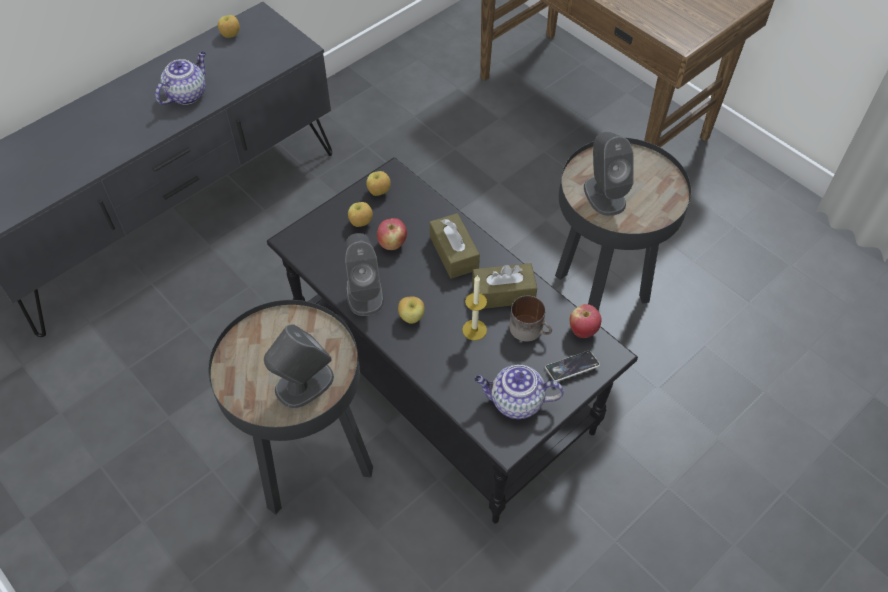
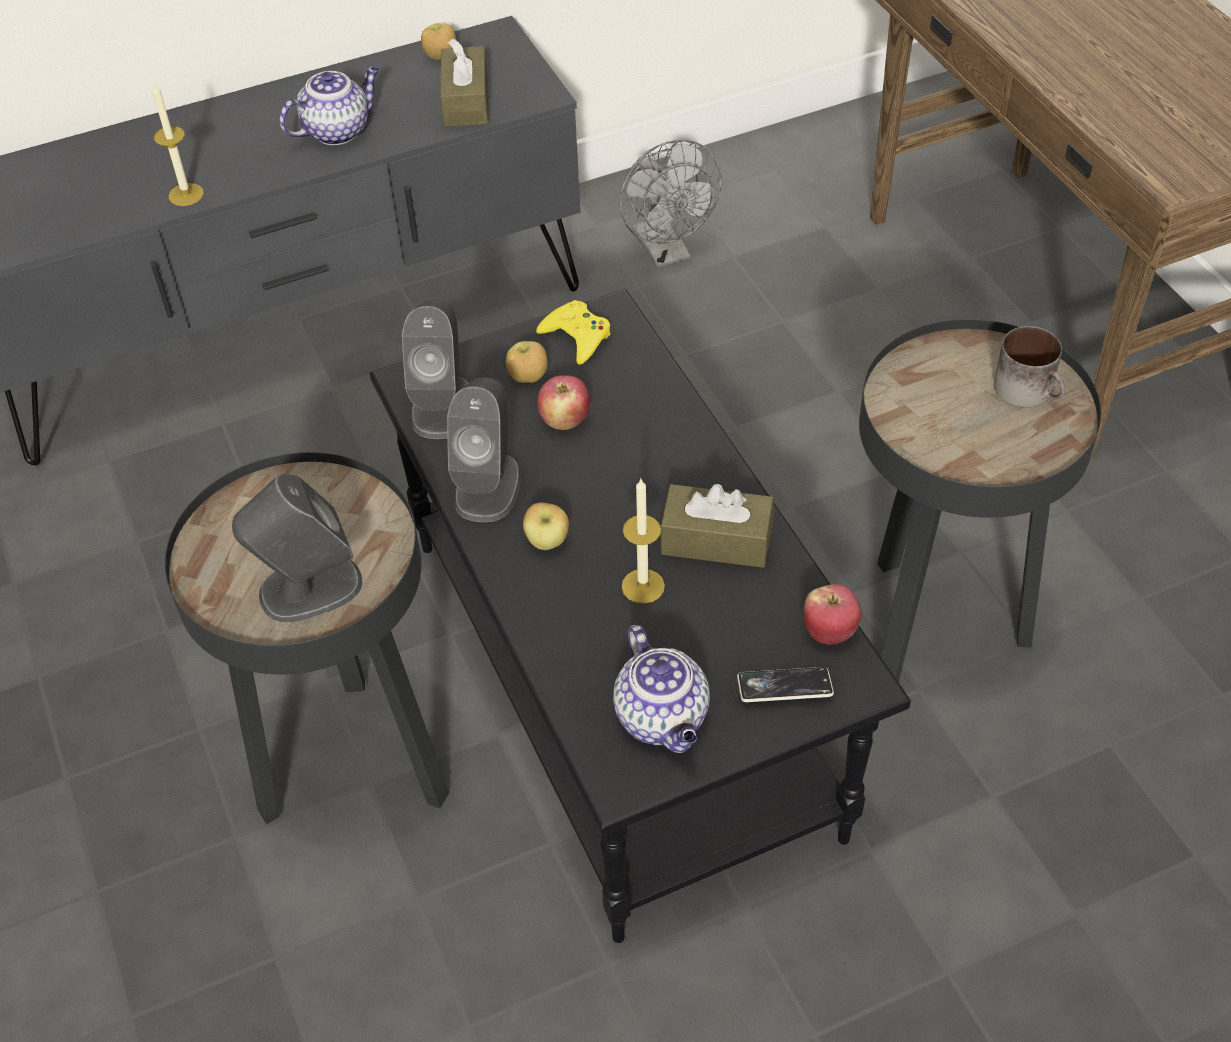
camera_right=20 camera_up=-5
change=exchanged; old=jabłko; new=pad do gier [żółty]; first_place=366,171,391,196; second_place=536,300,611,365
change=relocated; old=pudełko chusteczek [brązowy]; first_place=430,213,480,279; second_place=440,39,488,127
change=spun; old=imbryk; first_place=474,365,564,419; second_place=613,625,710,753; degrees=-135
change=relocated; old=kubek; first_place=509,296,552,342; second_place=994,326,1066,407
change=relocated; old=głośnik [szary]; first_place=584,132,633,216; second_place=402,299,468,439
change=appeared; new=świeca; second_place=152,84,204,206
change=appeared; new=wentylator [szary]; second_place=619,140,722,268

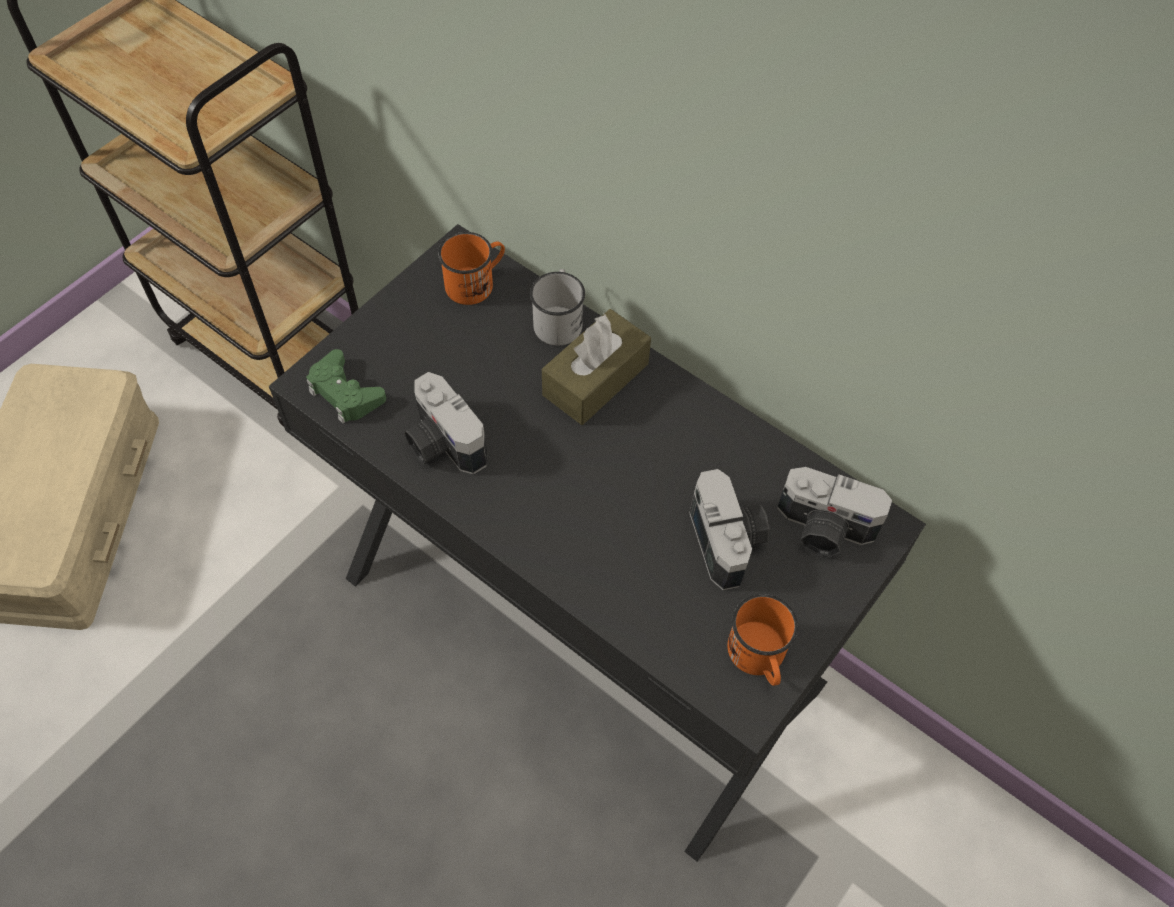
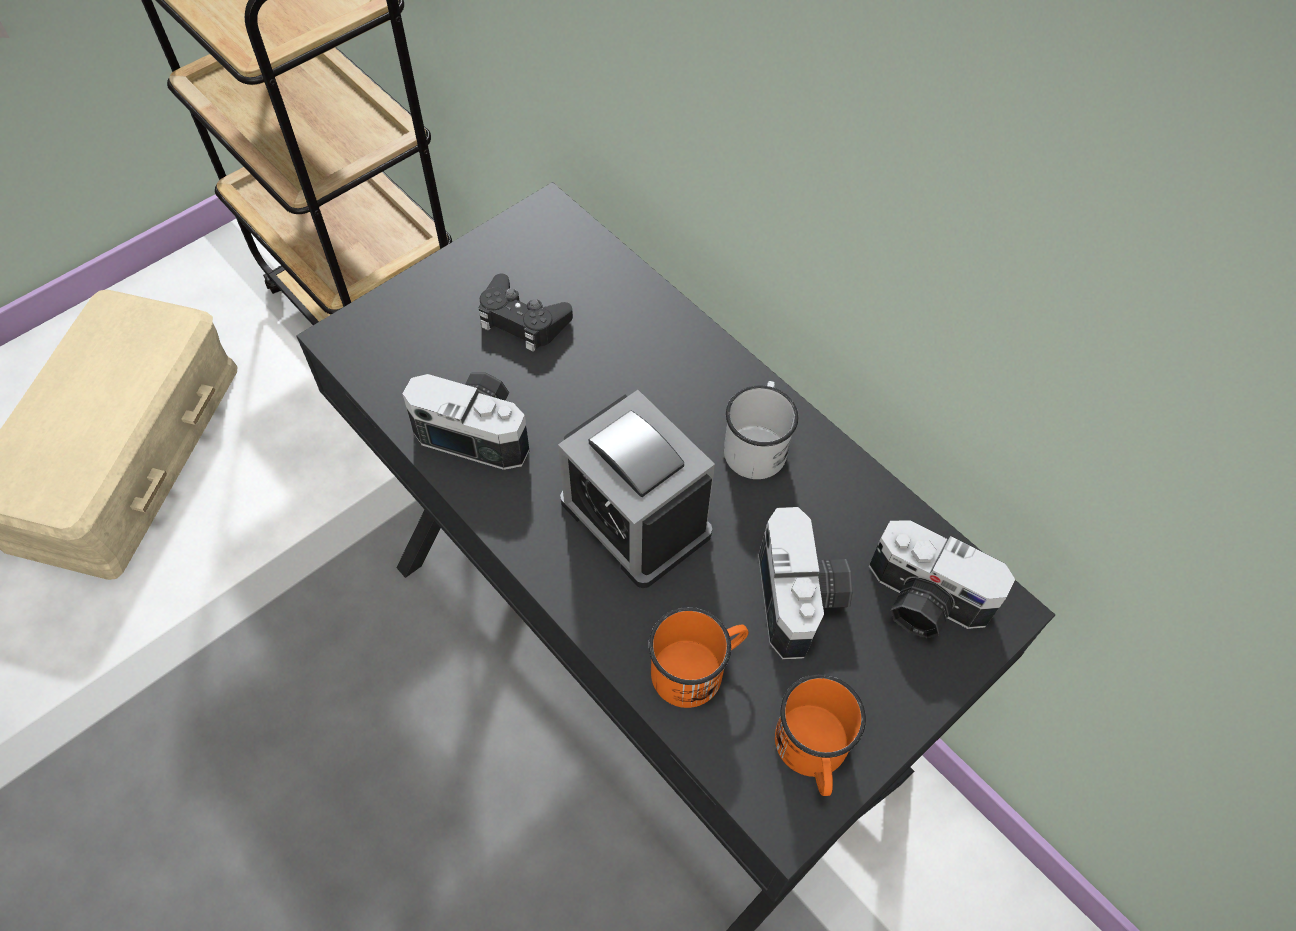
camera_right=10 camera_up=0
change=missing; old=pad do gier [zielony]; first_place=306,349,386,423
change=spun; old=aparat fotograficzny; first_place=404,372,488,474; second_place=402,372,529,470; degrees=135
change=relocated; old=kubek [pomarańczowy]; first_place=438,232,505,305; second_place=649,607,749,708
change=relocated; old=kubek [biały]; first_place=530,269,585,346; second_place=724,381,798,479
change=missing; old=pudełko chusteczek [brązowy]; first_place=542,309,651,425
change=appeared; new=pad do gier [czarny]; second_place=478,274,573,352
change=appeared; new=budzik; second_place=558,390,715,588

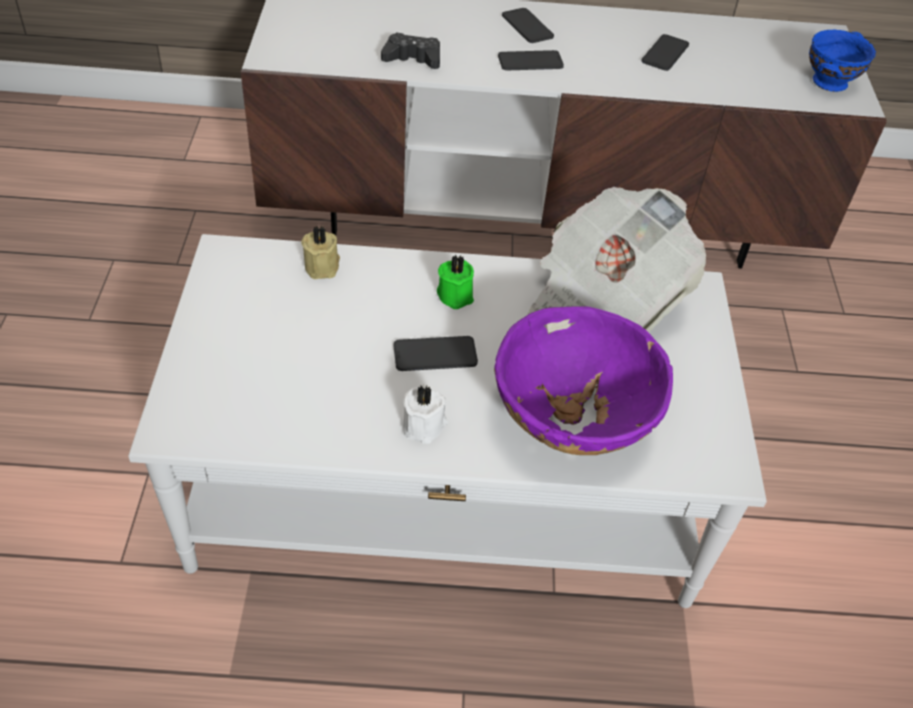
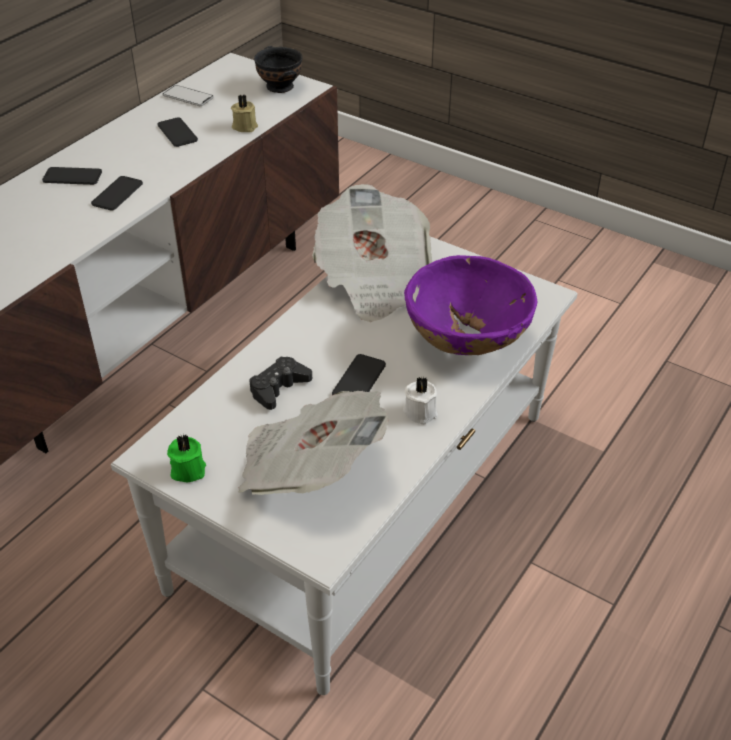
camera_right=-55 camera_up=-5
change=relocated; old=świeca [beżowy]; first_place=301,226,340,279; second_place=231,95,258,132
change=relocated; old=pad do gier [czarny]; first_place=381,33,440,69; second_place=249,357,312,410
change=relocated; old=świeca [zielony]; first_place=437,255,474,309; second_place=167,434,206,482
change=colour; old=miska [niebieski]; new=miska [czarny]; first_place=809,30,876,92; second_place=254,46,303,93
change=appeared; new=telefon; second_place=162,85,214,106
change=appeared; new=gazeta; second_place=238,391,389,495

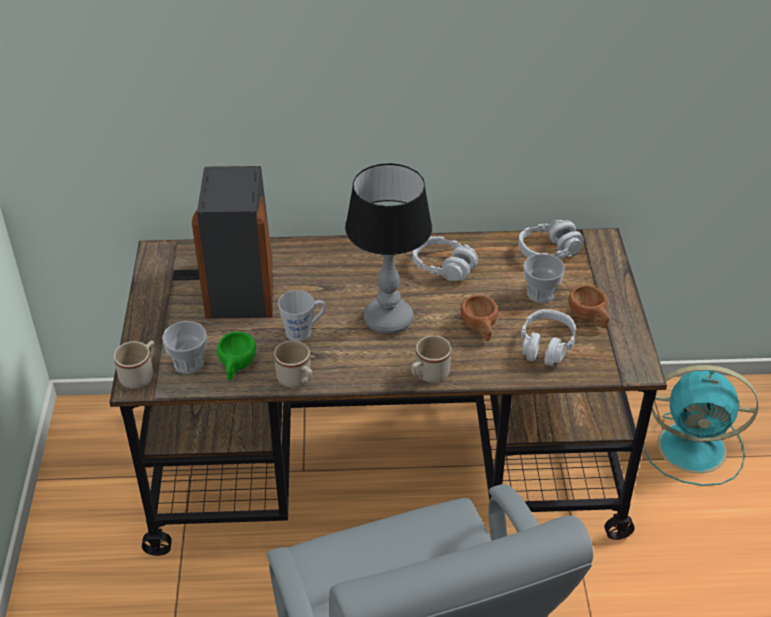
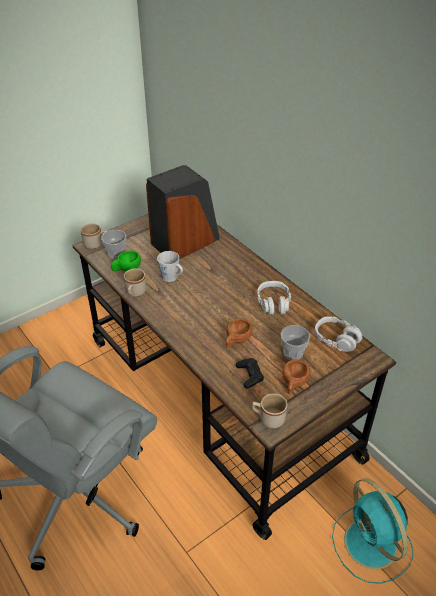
camera_right=55 camera_up=0
change=missing; old=lampa stołowa; first_place=345,163,432,334
change=relocated; old=kubek [beżowy]; first_place=411,335,451,383; second_place=252,394,288,428
change=exchanged; old=słuchawki [szary]; new=pad do gier [czarny]; first_place=521,309,576,366; second_place=236,358,264,388

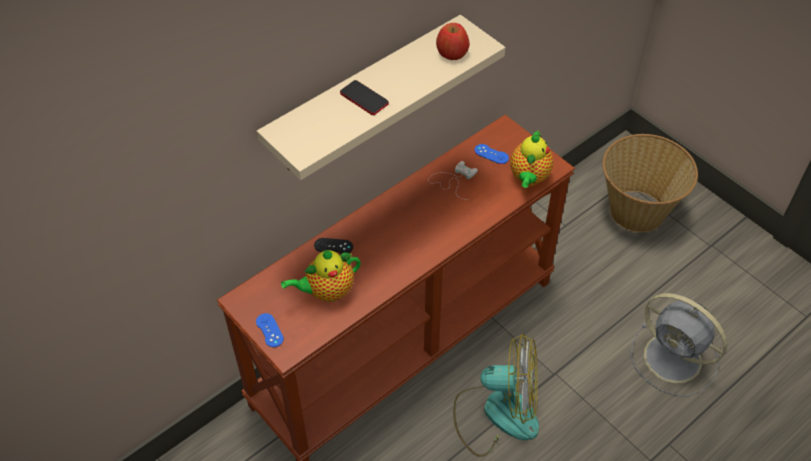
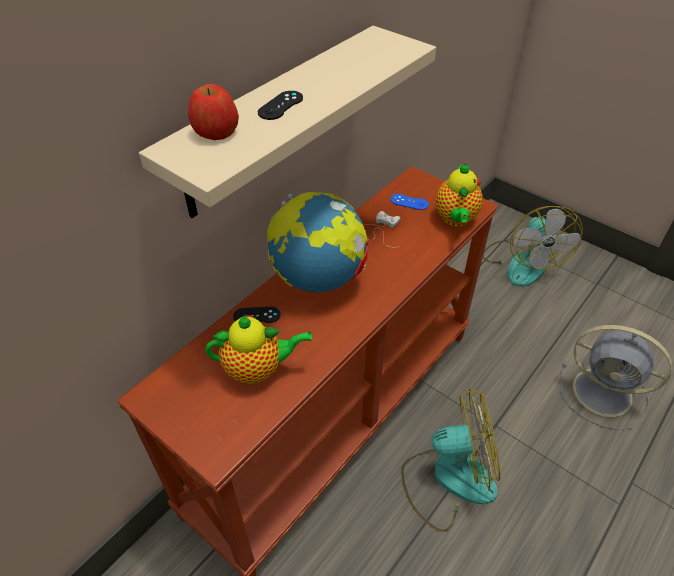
camera_right=-10 camera_up=-5
change=missing; old=pad do gier [niebieski]; first_place=256,313,284,347
change=spun; old=imbryk; first_place=281,250,361,302; second_place=205,315,312,384; degrees=-150
change=exchanged; old=telefon; new=pad do gier [czarny]; first_place=340,80,389,115; second_place=258,91,303,120
change=relocated; old=jabłko; first_place=436,23,470,60; second_place=188,84,239,140
change=exchanged; old=koszyk; new=wentylator; first_place=602,134,698,232; second_place=483,206,582,287
change=appeared; new=globus; second_place=267,192,368,292

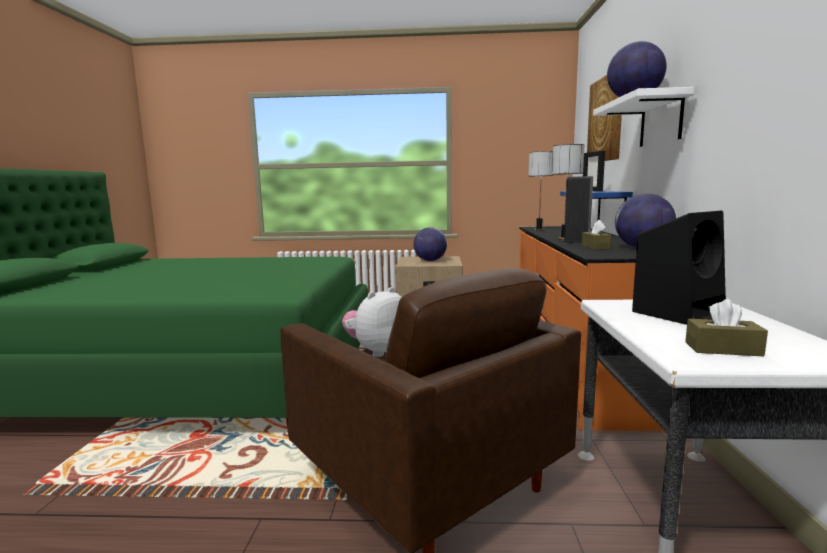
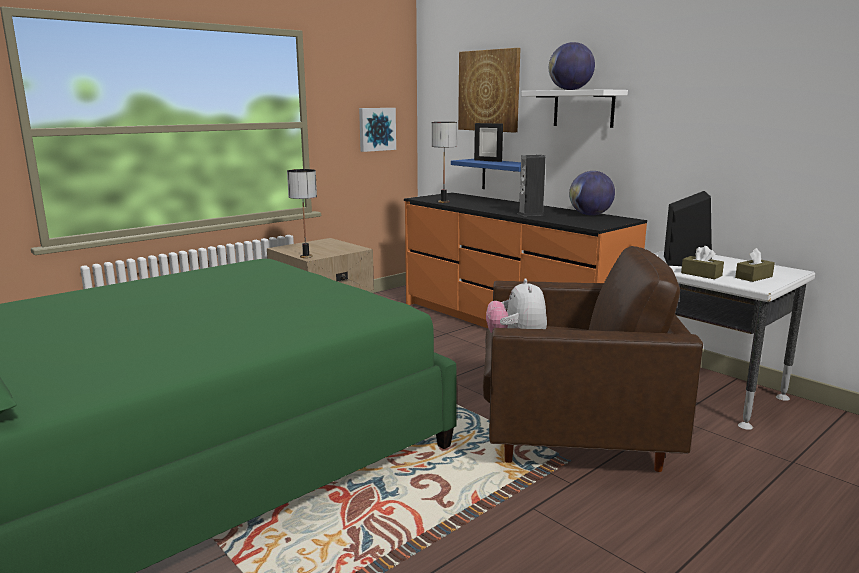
camera_right=-45 camera_up=5
change=missing; old=globus; first_place=413,227,447,261
change=relocated; old=lampa stołowa; first_place=552,144,584,240; second_place=287,169,317,258
change=relocated; old=pudełko chusteczek [brązowy]; first_place=582,220,612,250; second_place=681,246,724,279
change=appeared; new=obraz; second_place=359,108,396,152

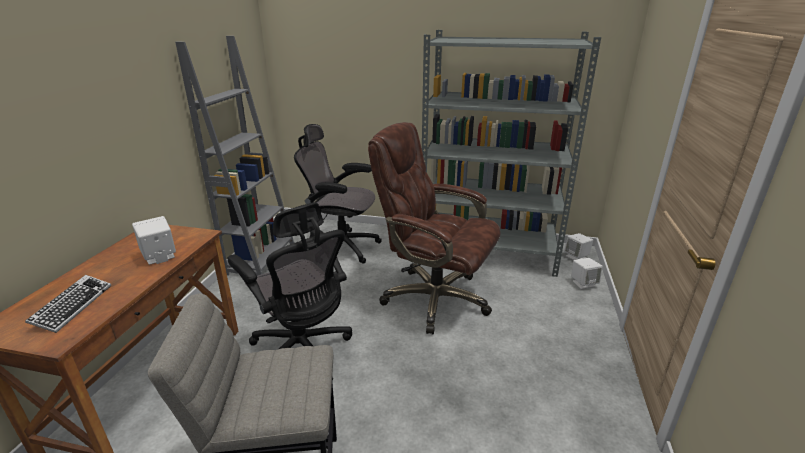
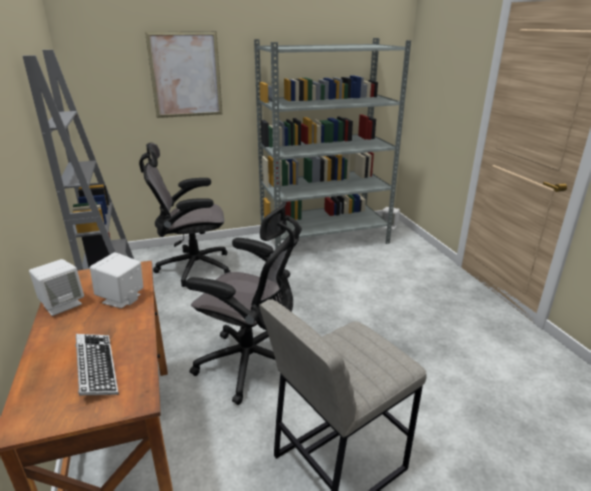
camera_right=-30 camera_up=0
change=missing; old=krzesło biurowe [brązowy]; first_place=368,122,501,334
change=relocated; old=głośnik [biały]; first_place=571,258,603,289; second_place=29,259,84,316
change=appeared; new=obraz; second_place=145,31,222,118

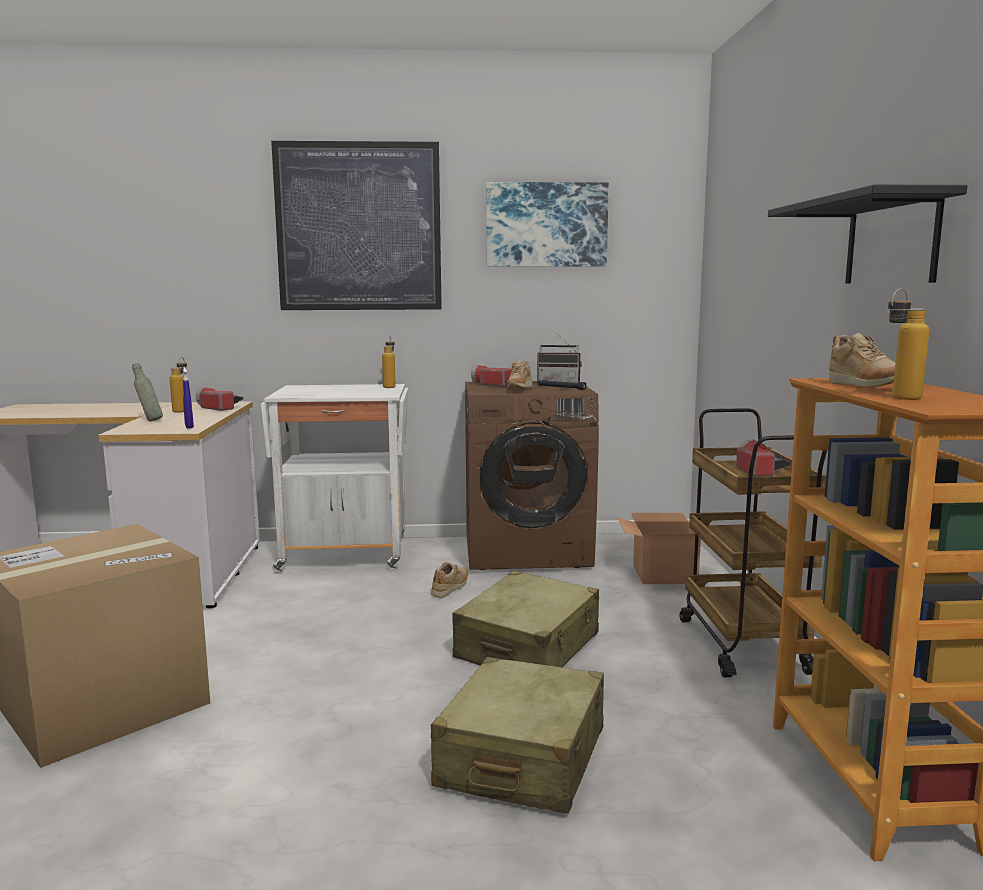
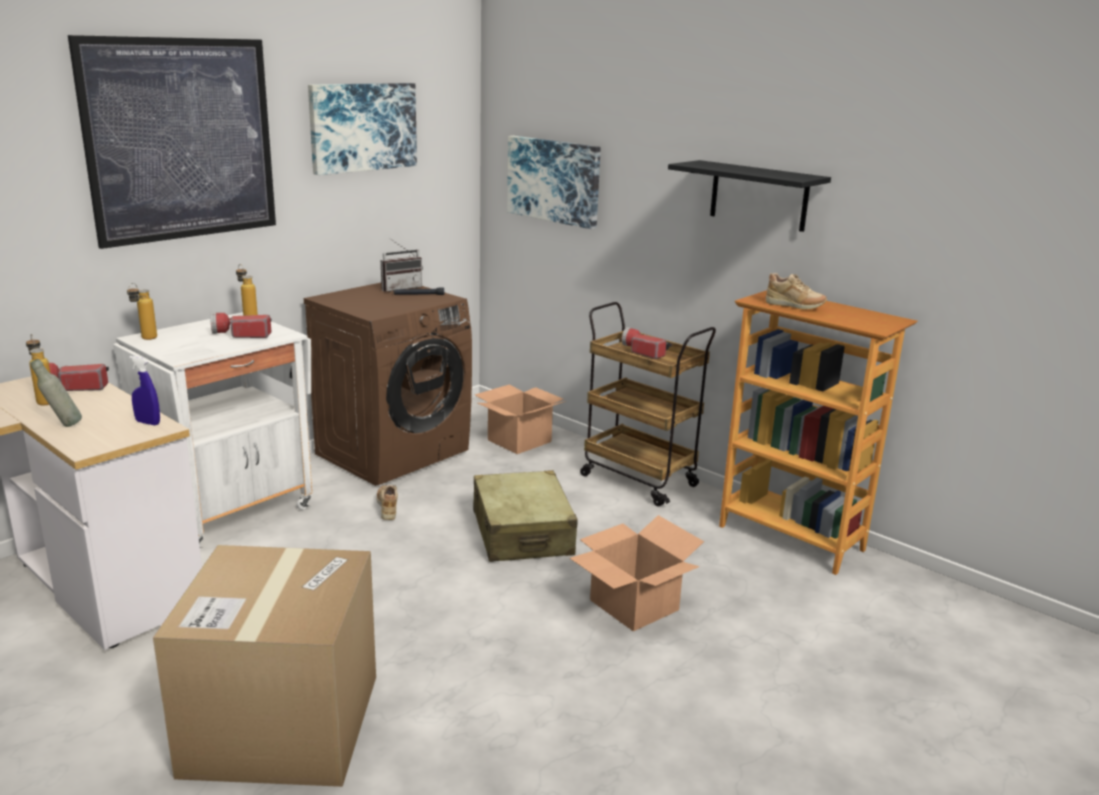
camera_right=-45 camera_up=10
change=exchanged; old=walizka [beżowy]; new=karton; first_place=431,657,604,814; second_place=570,515,704,631
change=relocated; old=latarka; first_place=471,365,512,387; second_place=210,312,272,338
change=missing; old=but [beżowy]; first_place=507,360,532,390
change=relocated; old=butelka; first_place=888,288,929,400; second_place=127,283,157,340
change=appeared; new=obraz; second_place=507,136,601,229

